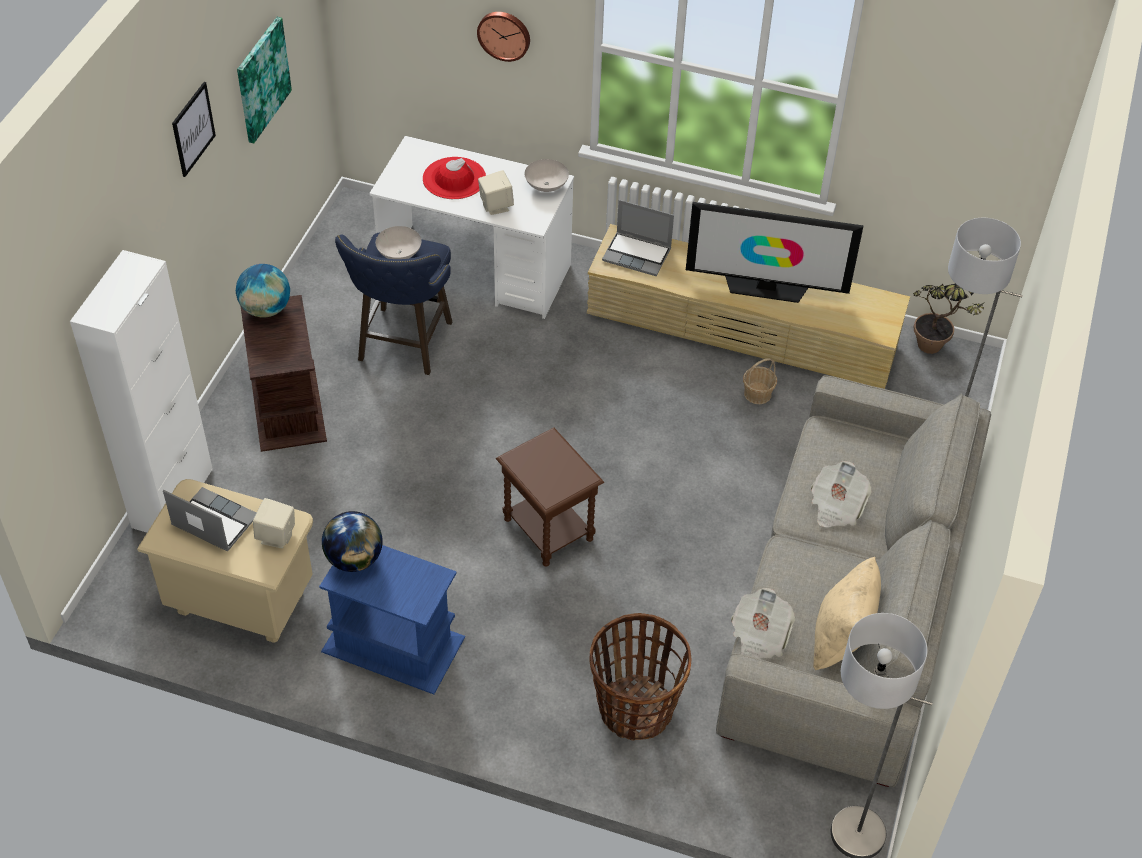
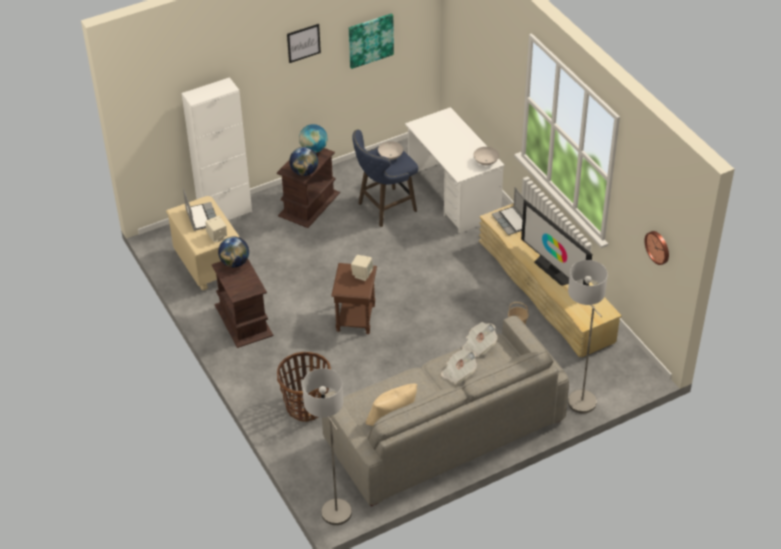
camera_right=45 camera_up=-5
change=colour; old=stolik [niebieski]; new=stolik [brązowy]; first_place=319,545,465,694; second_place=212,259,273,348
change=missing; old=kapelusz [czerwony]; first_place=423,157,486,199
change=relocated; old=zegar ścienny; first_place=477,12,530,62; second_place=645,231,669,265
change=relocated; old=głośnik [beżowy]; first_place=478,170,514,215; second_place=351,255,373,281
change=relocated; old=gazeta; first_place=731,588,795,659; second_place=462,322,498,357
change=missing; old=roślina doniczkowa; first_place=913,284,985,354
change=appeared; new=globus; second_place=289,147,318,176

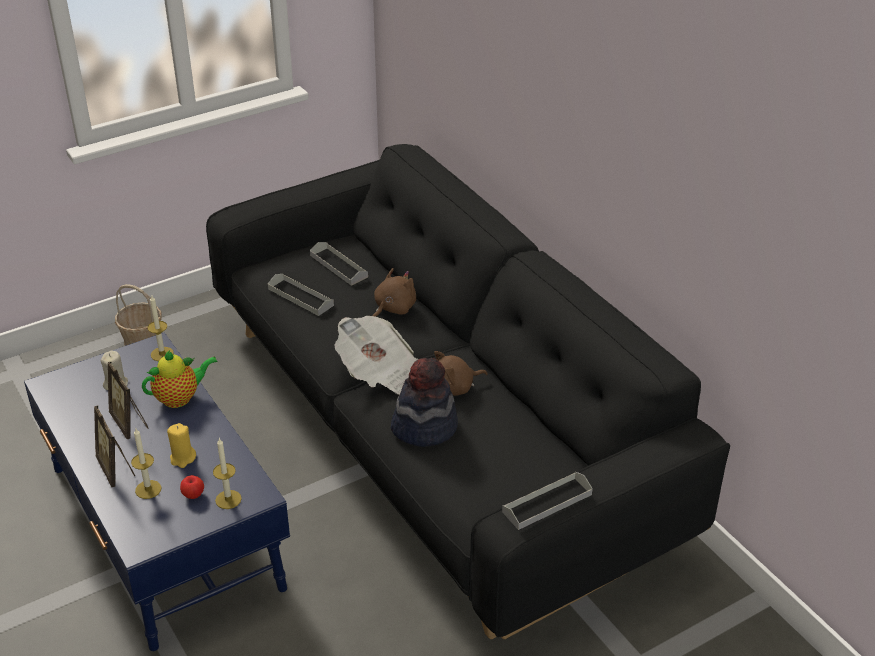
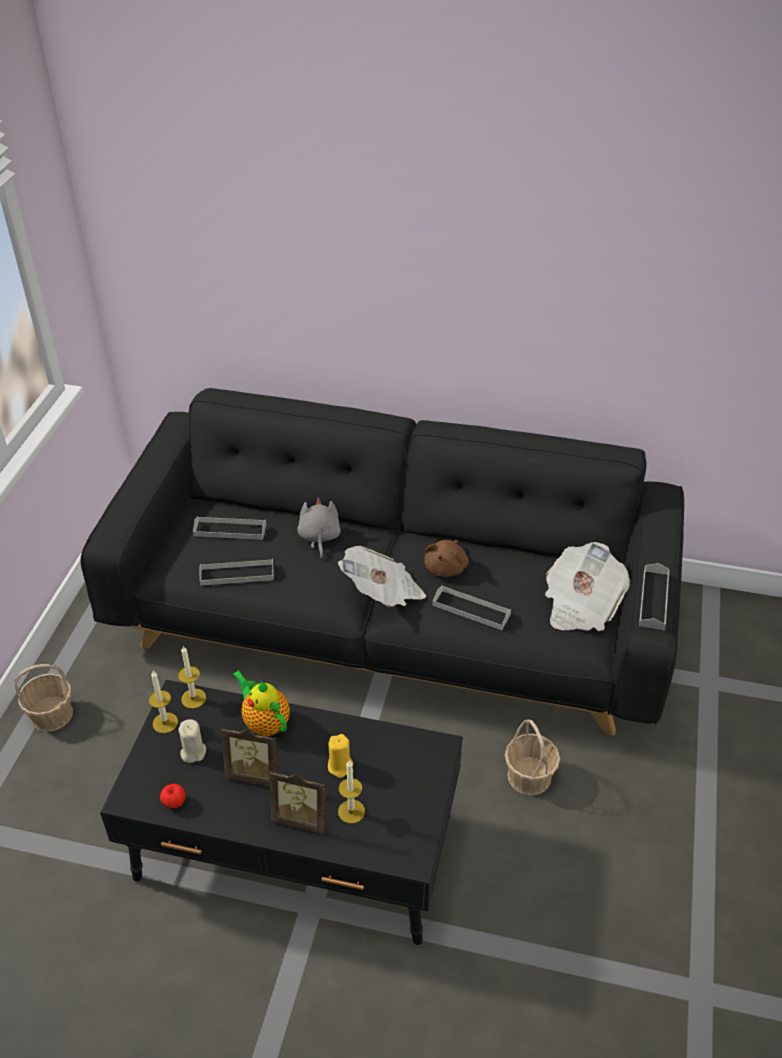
camera_right=-45 camera_up=5
change=colour; old=ława [niebieski]; new=ława [czarny]; first_place=24,332,290,651; second_place=100,680,463,945
change=spun; old=imbryk; first_place=142,350,218,408; second_place=233,670,290,736; degrees=-60
change=relocated; old=jabłko; first_place=180,475,204,499; second_place=160,784,186,808
change=relocated; old=świeca; first_place=213,438,242,509; second_place=149,671,178,733
change=colour; old=pluszak [brązowy]; new=pluszak [szary]; first_place=372,268,416,317; second_place=297,497,341,559
change=exchanged; old=kapelusz; new=taca [szary]; first_place=391,358,458,447; second_place=433,585,511,630
change=appeared; new=koszyk; second_place=505,719,560,796
change=appeared; new=gazeta; second_place=545,542,630,631

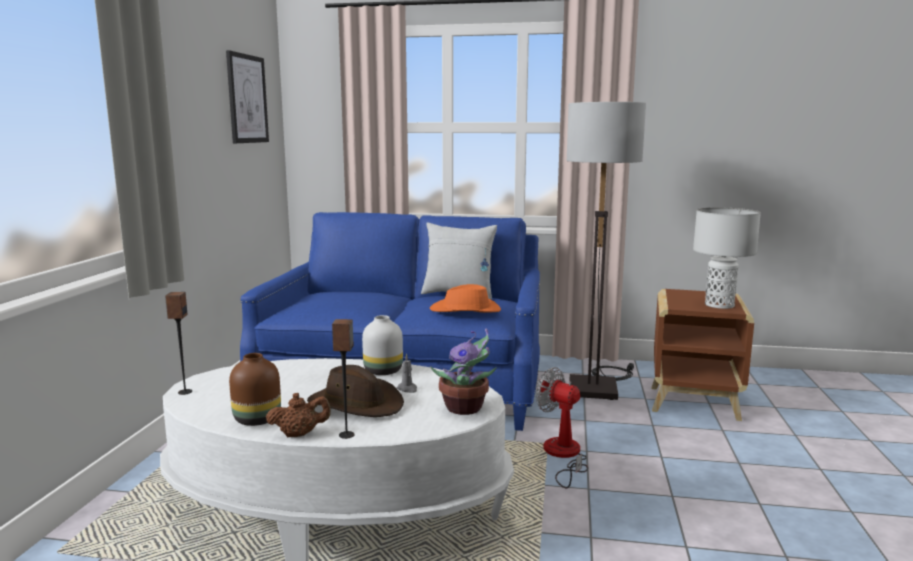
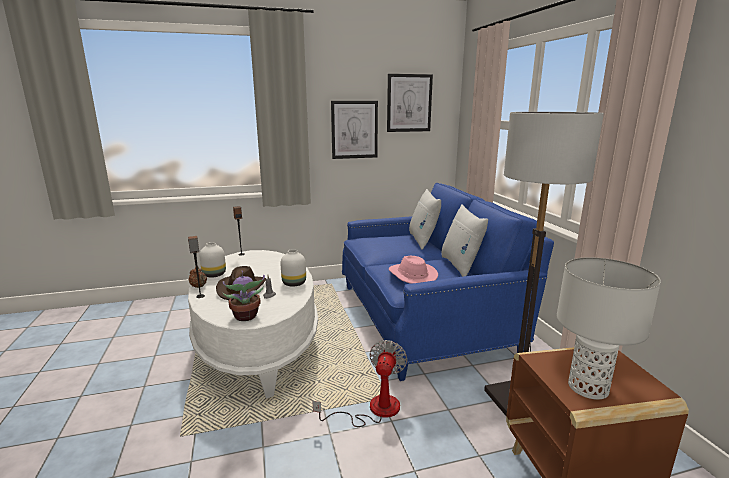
camera_right=65 camera_up=5
change=colour; old=wazon [brązowy]; new=wazon [biały]; first_place=229,353,281,426; second_place=200,242,226,277
change=colour; old=kapelusz [pomarańczowy]; new=kapelusz [różowy]; first_place=430,284,501,313; second_place=389,256,438,284
change=appeared; new=obraz; second_place=331,101,378,159
change=appeared; new=poduszka [szary]; second_place=409,189,441,250

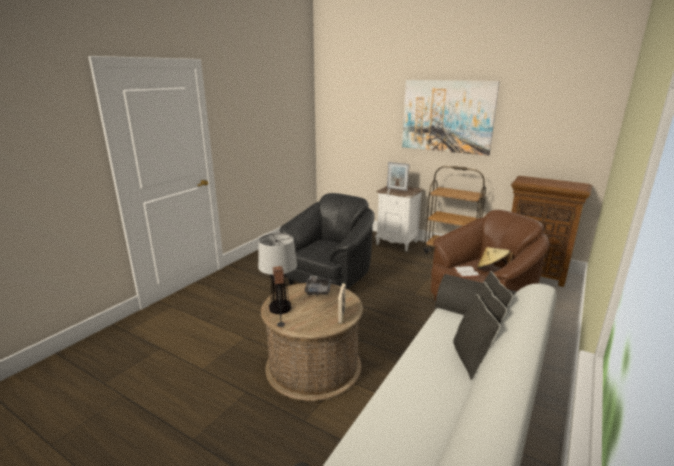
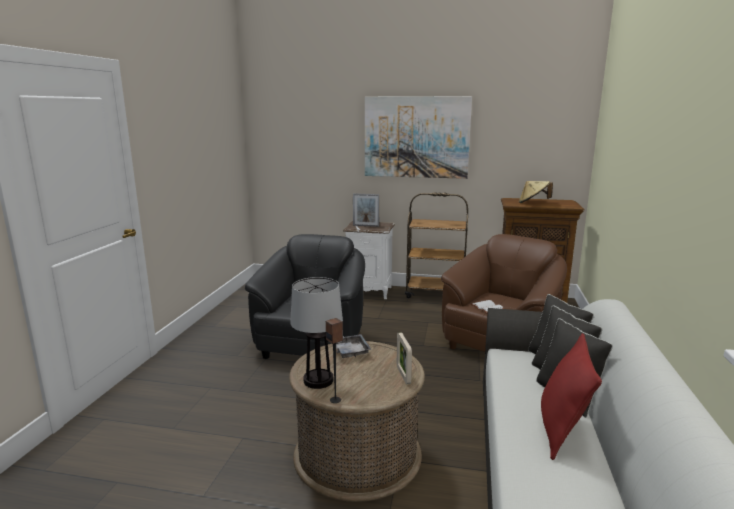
camera_right=-20 camera_up=-5
change=relocated; old=kapelusz [beżowy]; first_place=477,247,513,269; second_place=519,181,553,203
change=appeared; new=poduszka [czerwony]; second_place=541,333,602,460

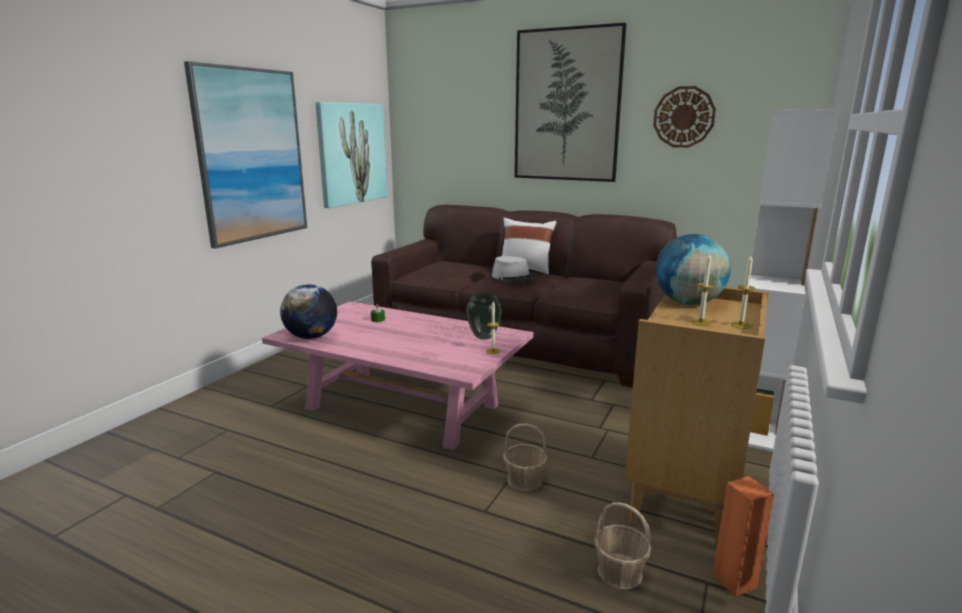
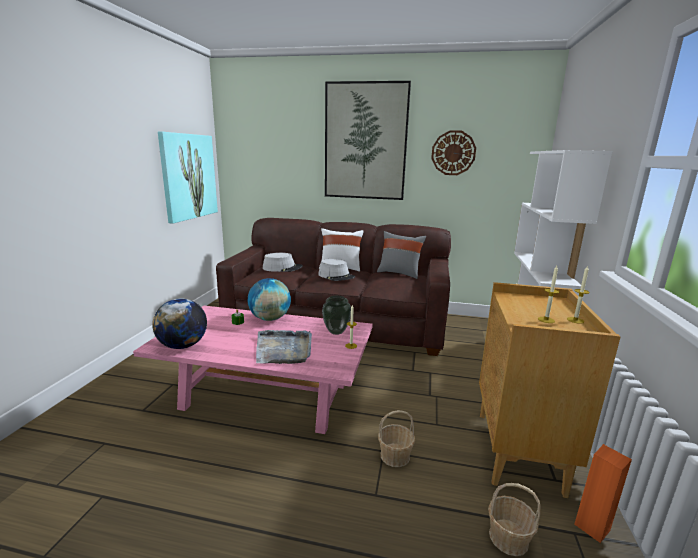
camera_right=-15 camera_up=0
change=missing; old=obraz; first_place=184,61,307,249
change=relocated; old=globus; first_place=656,234,731,305; second_place=248,278,291,321
change=appeared; new=taca [szary]; second_place=256,330,312,364
change=appeared; new=kapelusz [szary]; second_place=262,253,303,272
change=appeared; new=poduszka [szary]; second_place=377,231,426,279

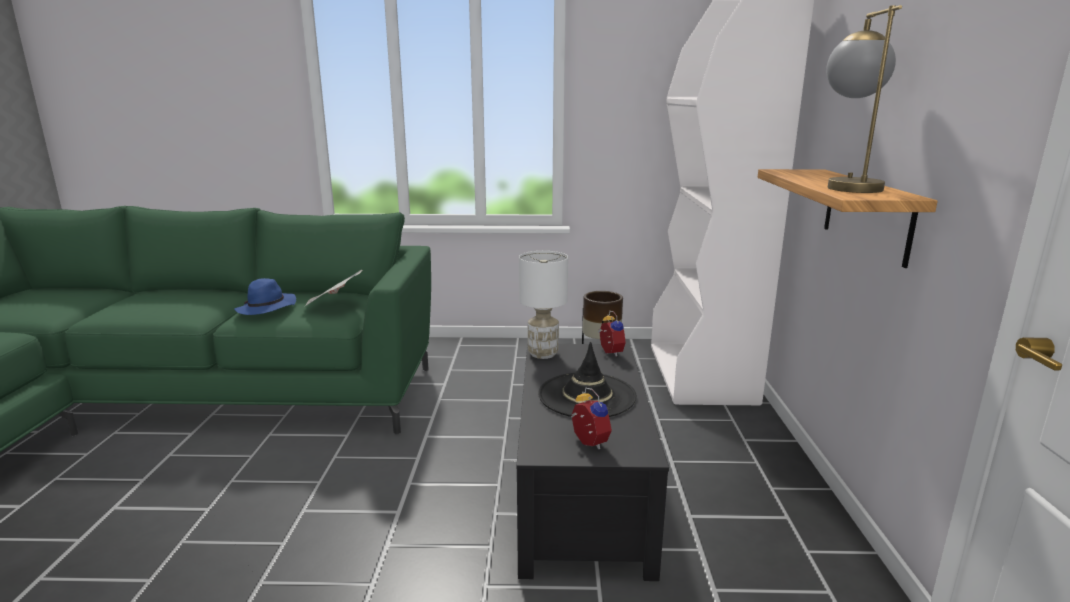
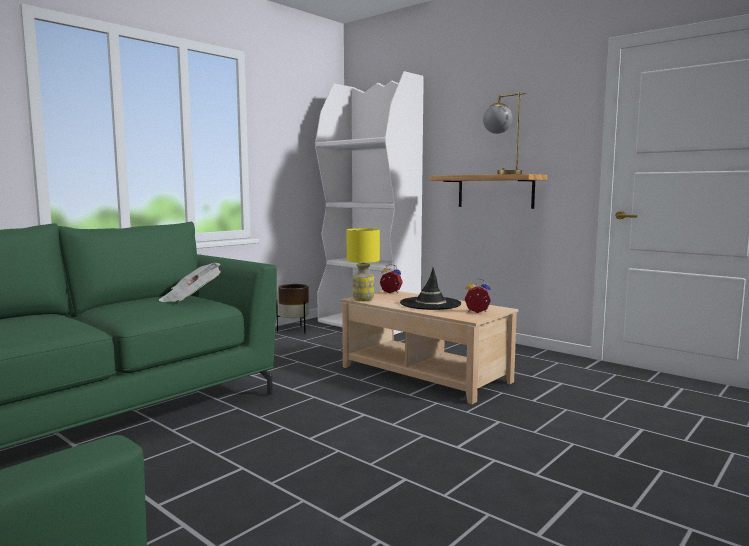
camera_right=-50 camera_up=-10
change=missing; old=kapelusz [niebieski]; first_place=234,278,296,315
change=colour; old=ława [czarny]; new=ława [beżowy]; first_place=517,344,669,581; second_place=341,291,519,404
change=colour; old=lampa stołowa [biały]; new=lampa stołowa [żółty]; first_place=519,251,568,359; second_place=347,228,380,301

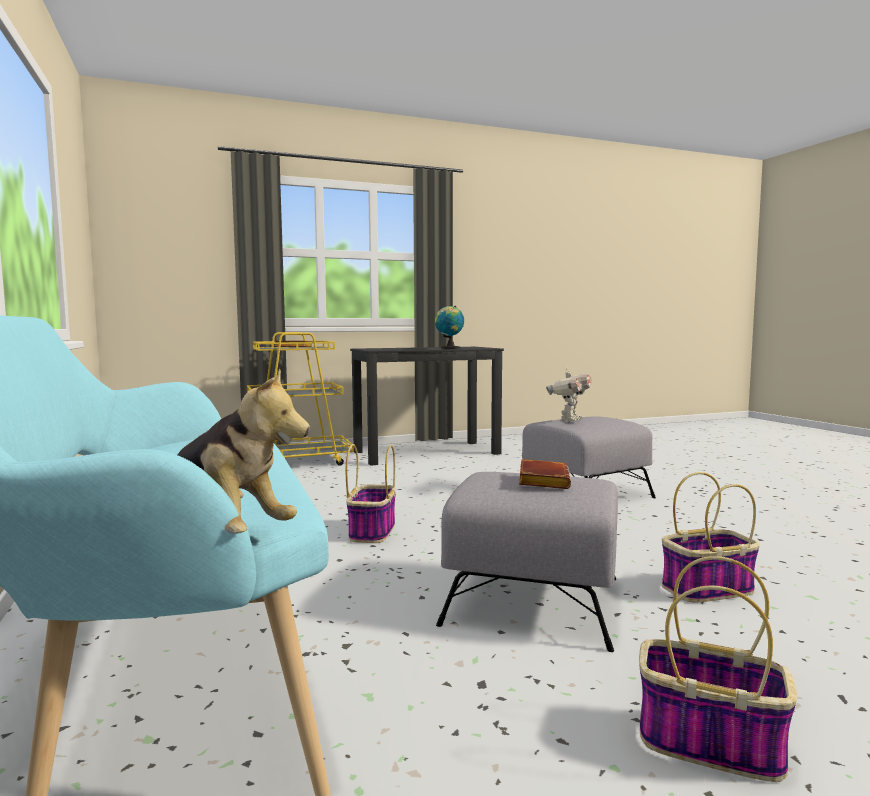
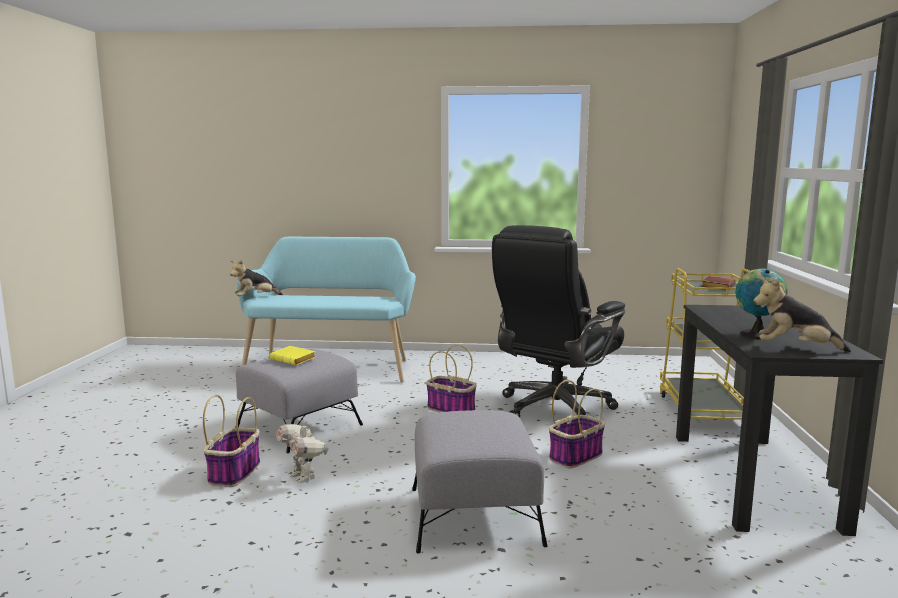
camera_right=115 camera_up=5
change=colour; old=książka [brązowy]; new=książka [żółty]; first_place=519,459,571,489; second_place=270,346,316,365
change=relocated; old=robot zabawkowy; first_place=546,367,592,421; second_place=276,420,330,483
change=relocated; old=koszyk; first_place=639,556,797,782; second_place=549,380,605,468
change=appeared; new=krzesło biurowe [czarny]; second_place=492,225,625,418
change=appeared; new=pluszak; second_place=753,278,851,352

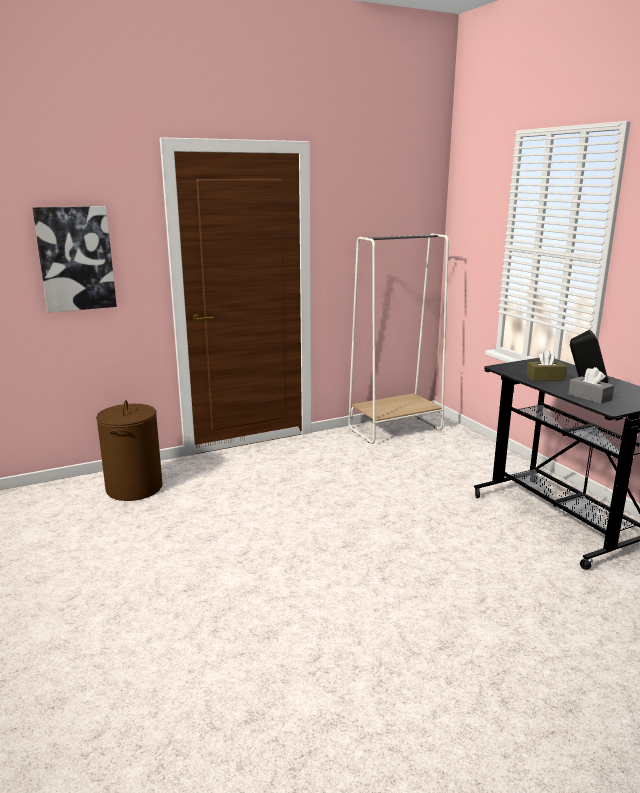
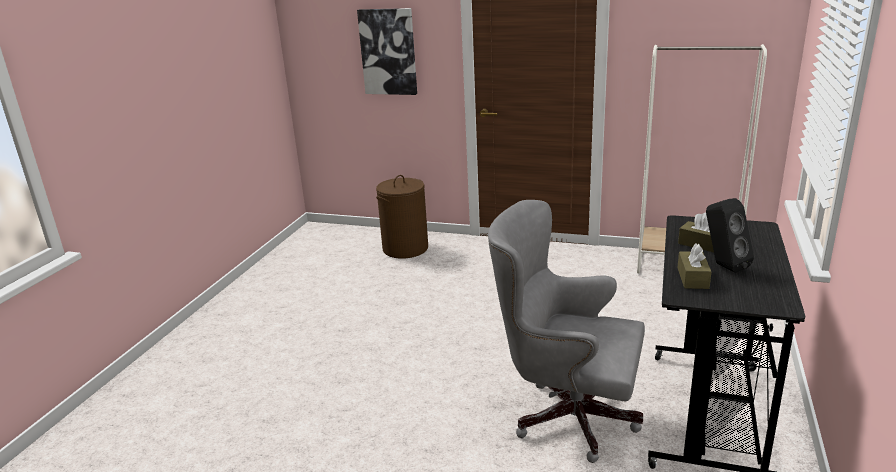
camera_right=45 camera_up=5
change=colour; old=pudełko chusteczek [szary]; new=pudełko chusteczek [brązowy]; first_place=568,367,614,404; second_place=677,243,711,289
change=appeared; new=krzesło biurowe [szary]; second_place=488,200,645,463

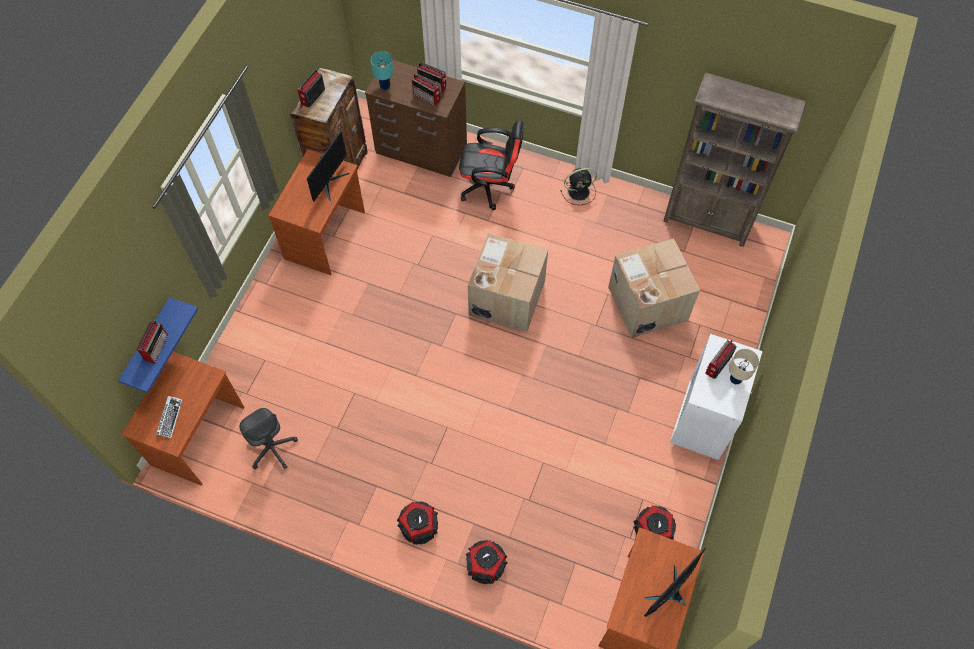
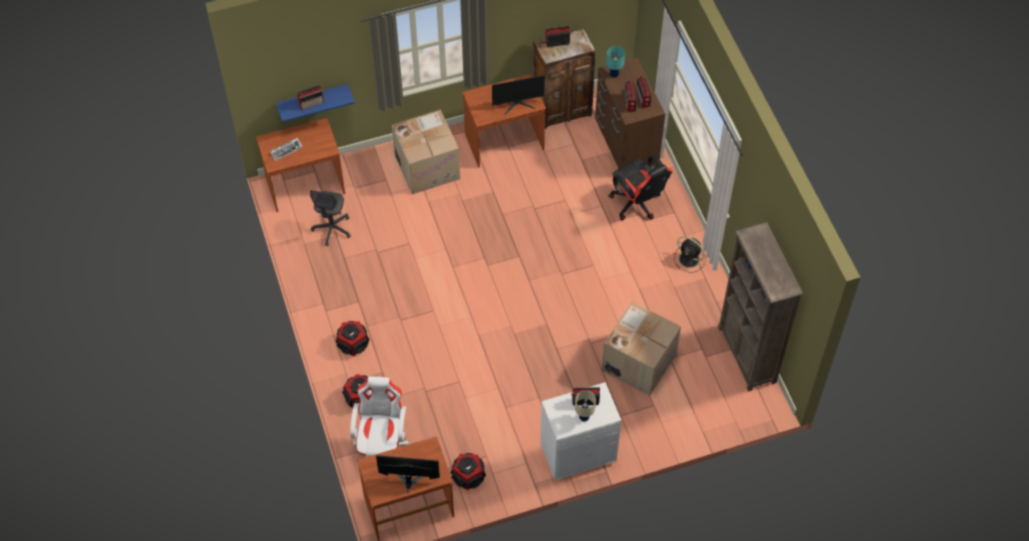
camera_right=50 camera_up=-5
change=relocated; old=karton; first_place=468,233,548,332; second_place=392,110,460,194
change=appeared; new=krzesło biurowe [biały]; second_place=350,376,409,457

